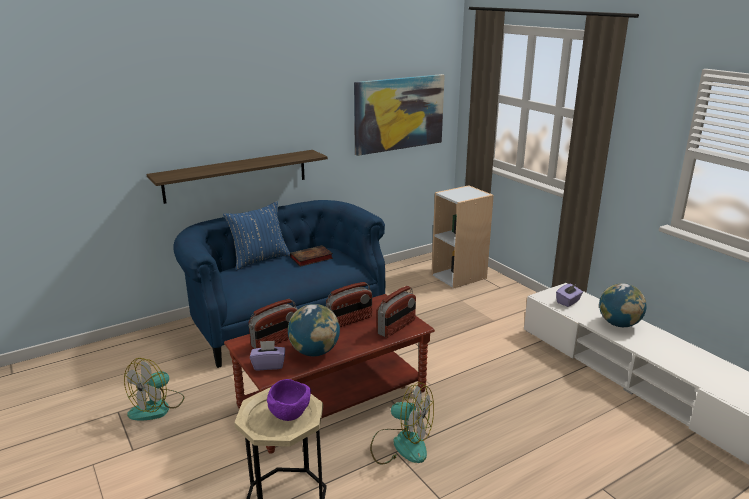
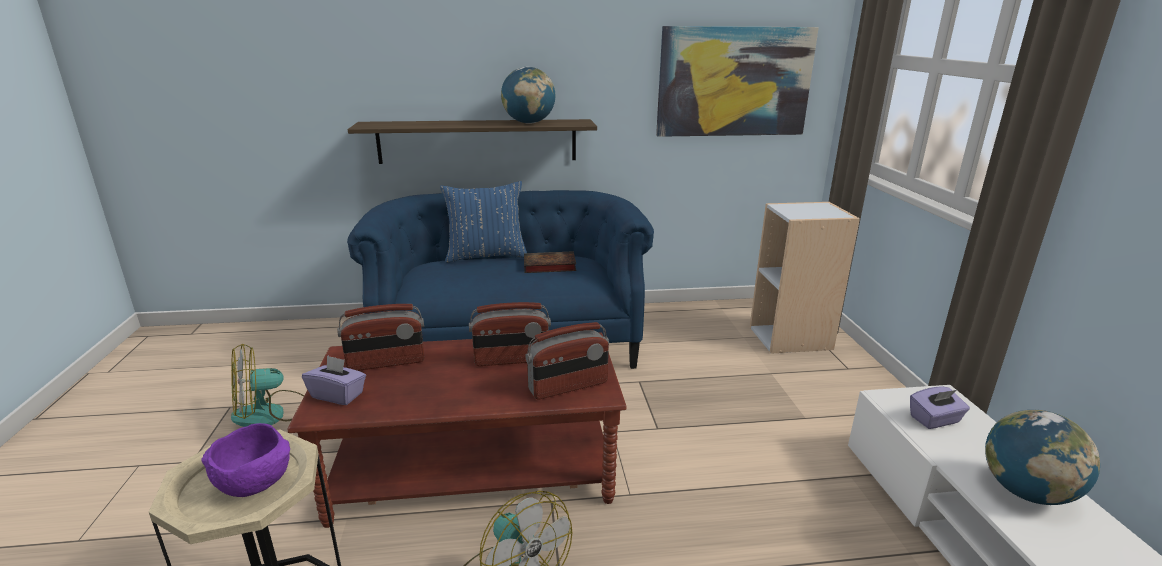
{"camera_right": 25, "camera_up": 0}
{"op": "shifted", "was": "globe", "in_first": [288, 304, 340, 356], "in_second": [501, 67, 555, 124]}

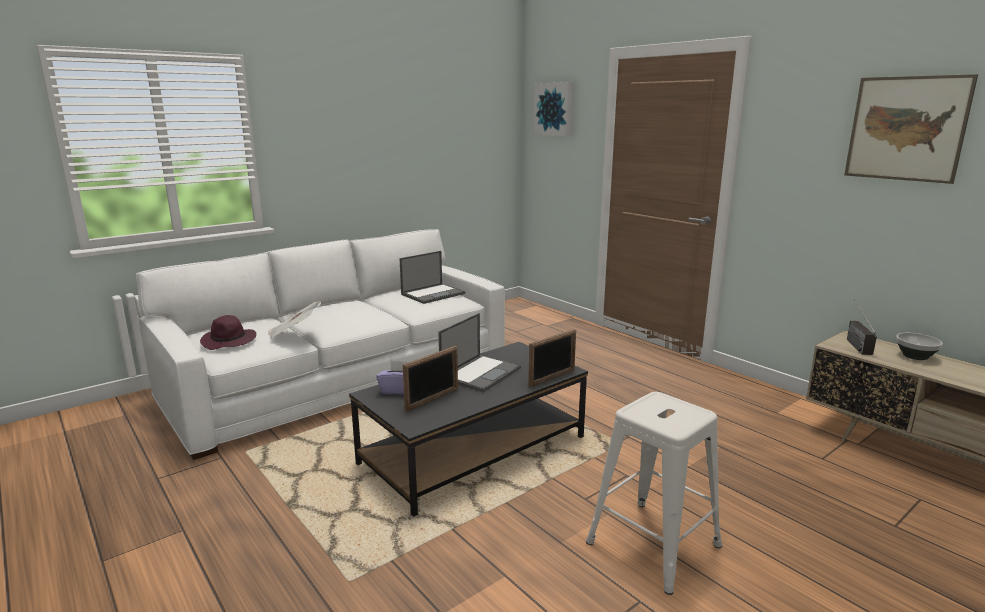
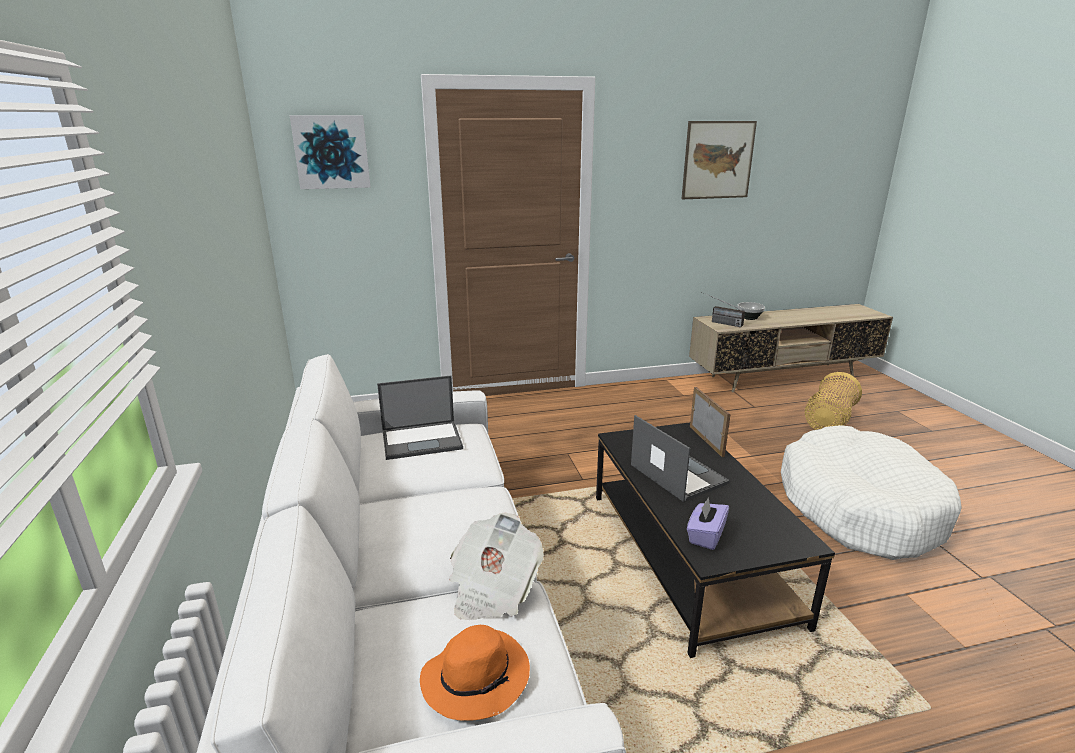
{"camera_right": -65, "camera_up": 5}
{"op": "repainted", "was": "hat/purple", "now": "hat/orange", "in_first": [200, 315, 256, 350], "in_second": [420, 625, 530, 721]}
{"op": "rotated", "was": "laptop", "in_first": [399, 251, 465, 304], "in_second": [377, 376, 463, 460], "clockwise": 90}
{"op": "gone", "was": "picture frame", "in_first": [403, 346, 458, 412]}
{"op": "swapped", "was": "stool/white", "now": "dog bed/white", "in_first": [586, 392, 722, 595], "in_second": [781, 425, 962, 560]}
{"op": "new", "now": "basket", "in_second": [805, 372, 862, 430]}

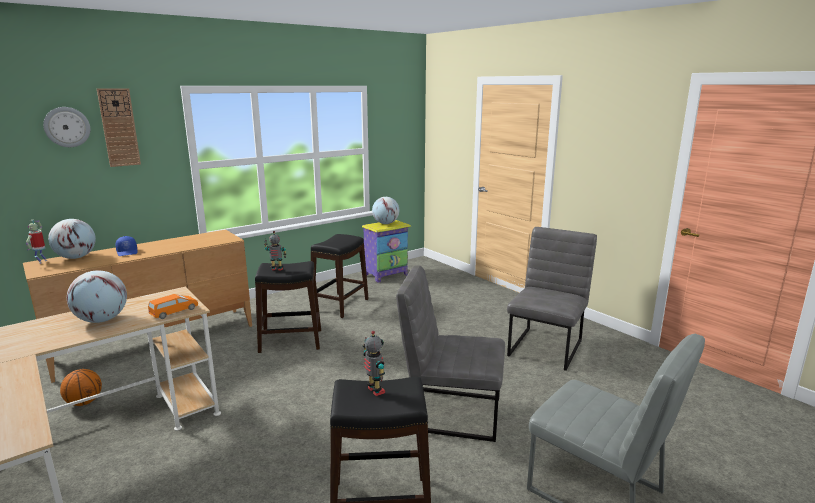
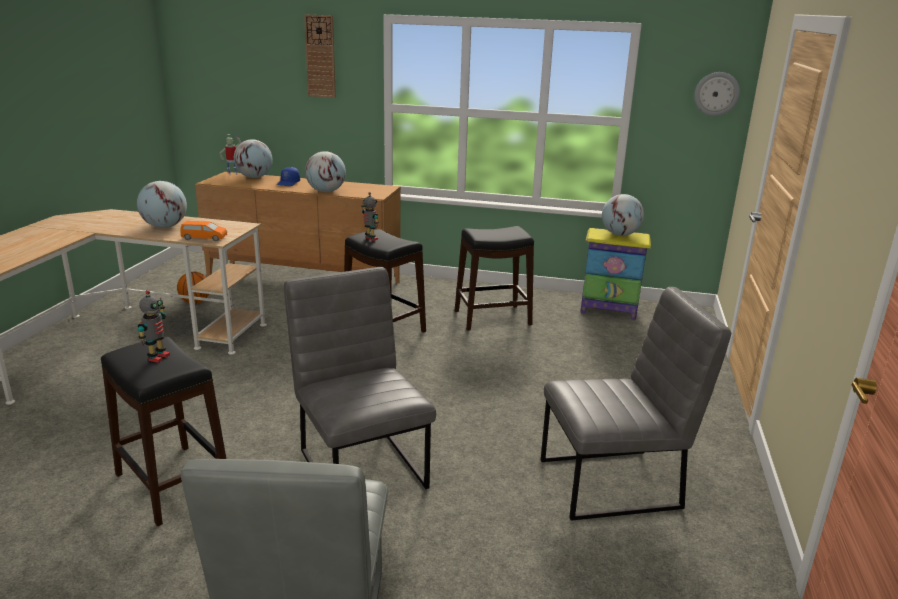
{"camera_right": 50, "camera_up": 5}
{"op": "shifted", "was": "wall clock", "in_first": [43, 107, 90, 147], "in_second": [694, 72, 740, 116]}
{"op": "new", "now": "globe", "in_second": [305, 151, 346, 192]}

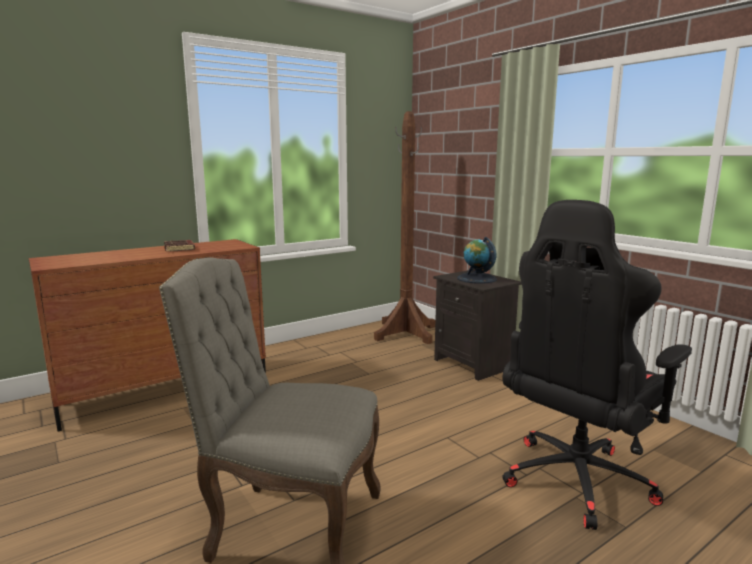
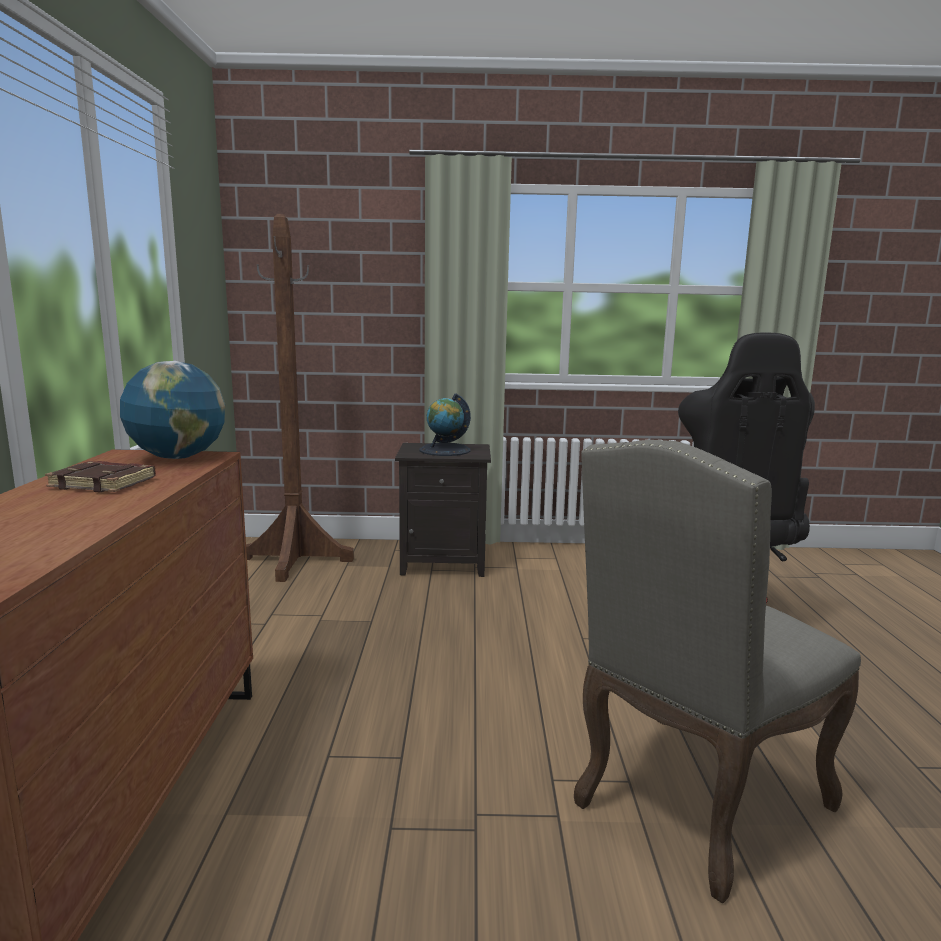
{"camera_right": -55, "camera_up": 0}
{"op": "new", "now": "globe", "in_second": [120, 361, 225, 459]}

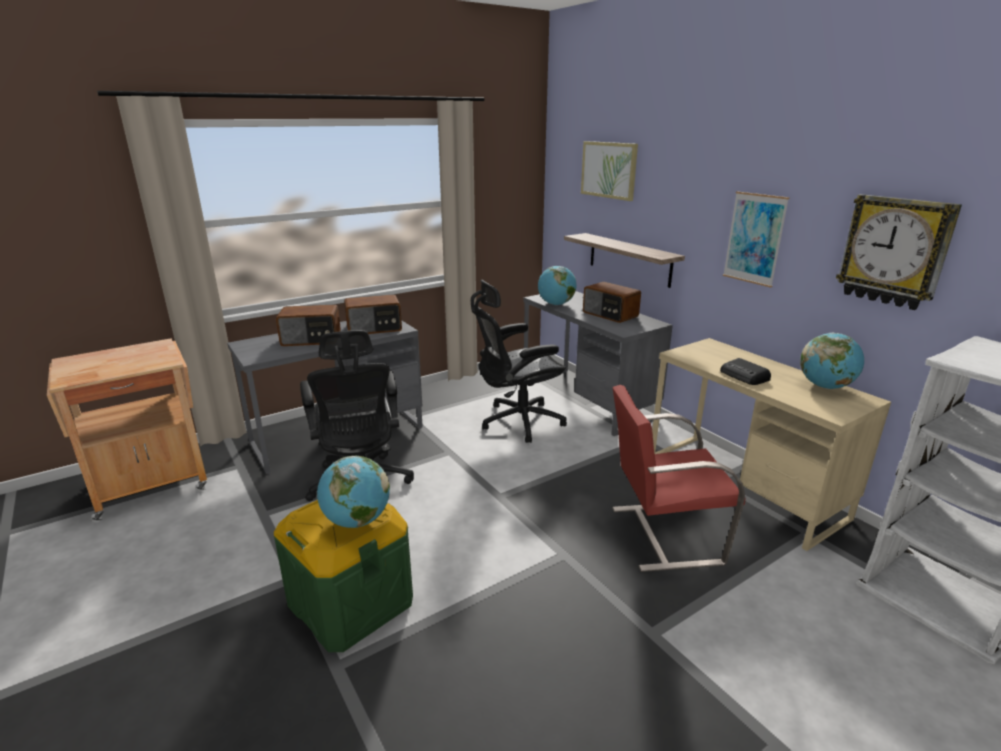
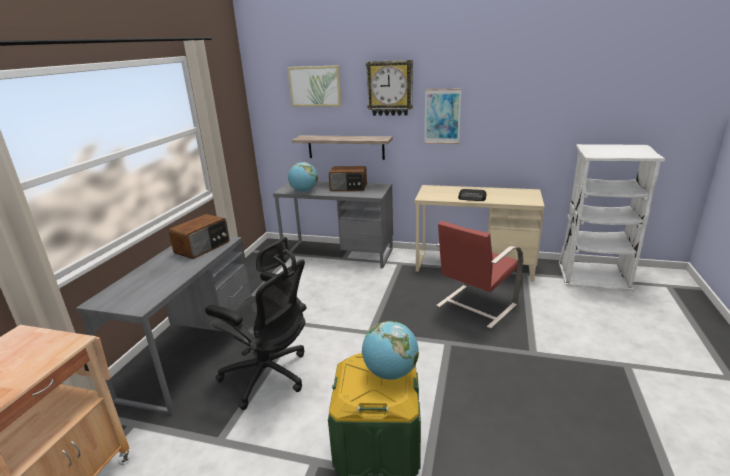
{"camera_right": -40, "camera_up": 0}
{"op": "gone", "was": "radio", "in_first": [276, 305, 341, 346]}
{"op": "gone", "was": "office chair", "in_first": [471, 280, 567, 443]}
{"op": "gone", "was": "globe", "in_first": [800, 333, 864, 389]}
{"op": "shifted", "was": "wall clock", "in_first": [836, 194, 962, 310], "in_second": [366, 60, 413, 116]}

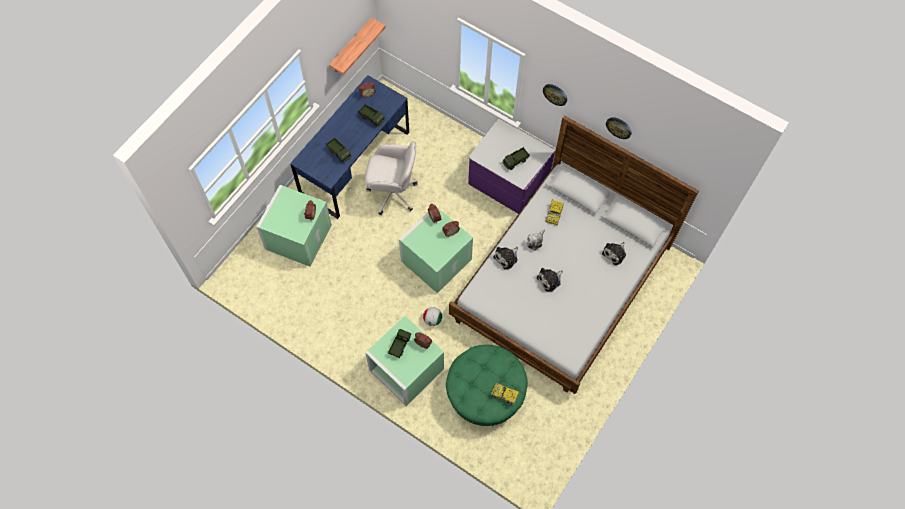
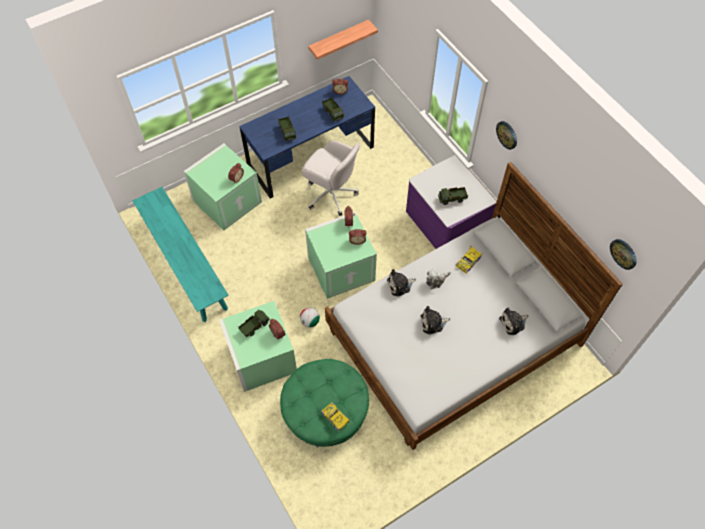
{"camera_right": 25, "camera_up": -5}
{"op": "shifted", "was": "wall clock", "in_first": [606, 117, 632, 139], "in_second": [610, 239, 636, 270]}
{"op": "new", "now": "bench/turquoise", "in_second": [132, 187, 229, 322]}

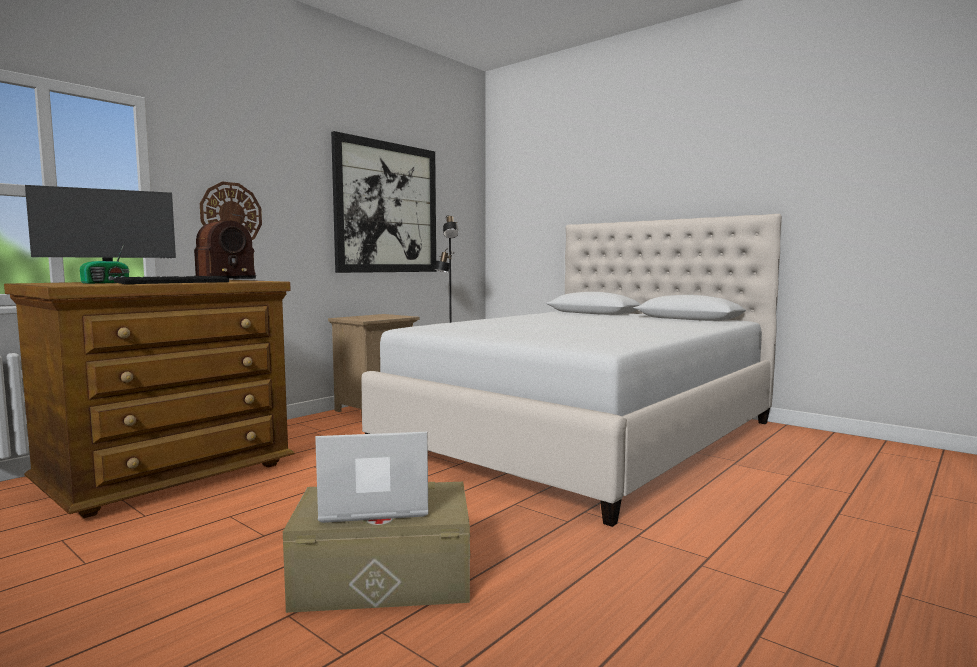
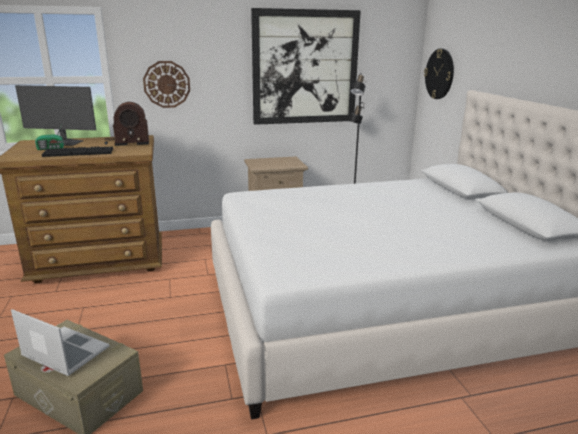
{"camera_right": 35, "camera_up": 15}
{"op": "new", "now": "wall clock", "in_second": [424, 49, 454, 99]}

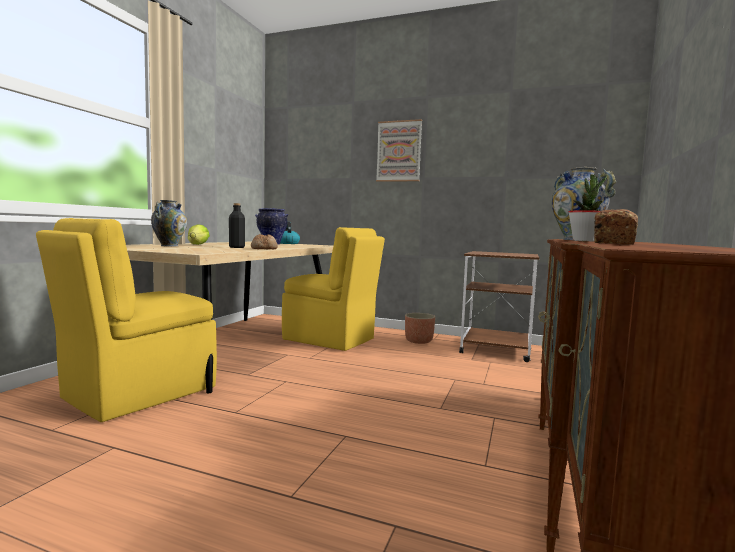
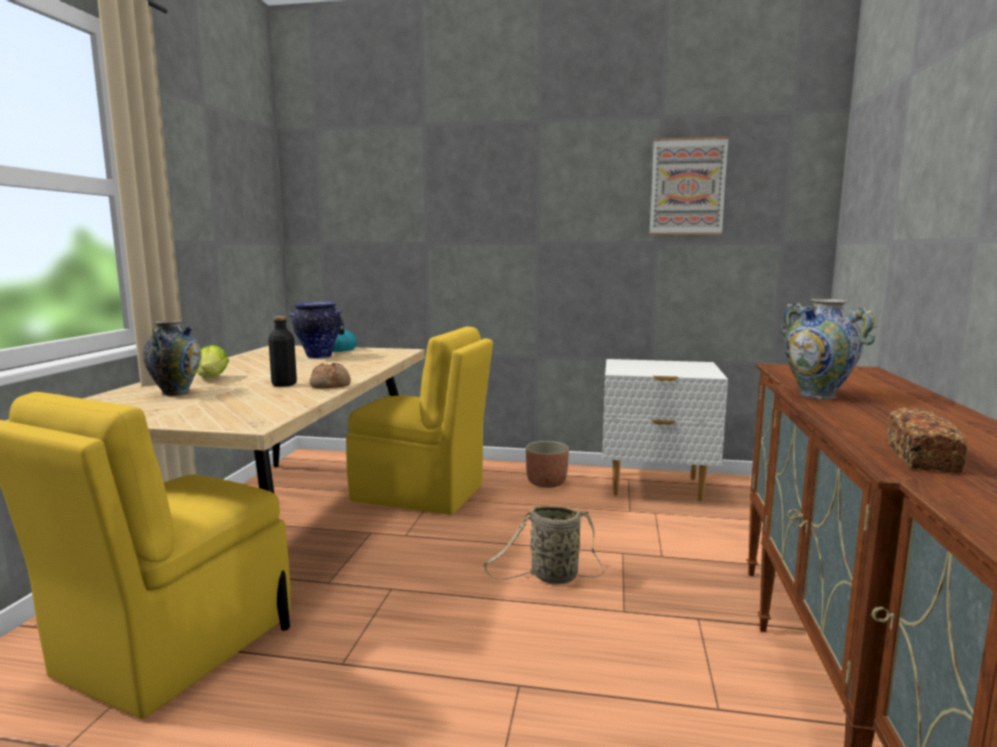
{"camera_right": -10, "camera_up": 5}
{"op": "shifted", "was": "picture", "in_first": [376, 119, 422, 182], "in_second": [650, 136, 729, 235]}
{"op": "swapped", "was": "cart/brown", "now": "nightstand/white", "in_first": [459, 251, 539, 362], "in_second": [602, 359, 728, 501]}
{"op": "gone", "was": "potted plant", "in_first": [569, 174, 607, 242]}
{"op": "new", "now": "basket", "in_second": [483, 506, 604, 584]}

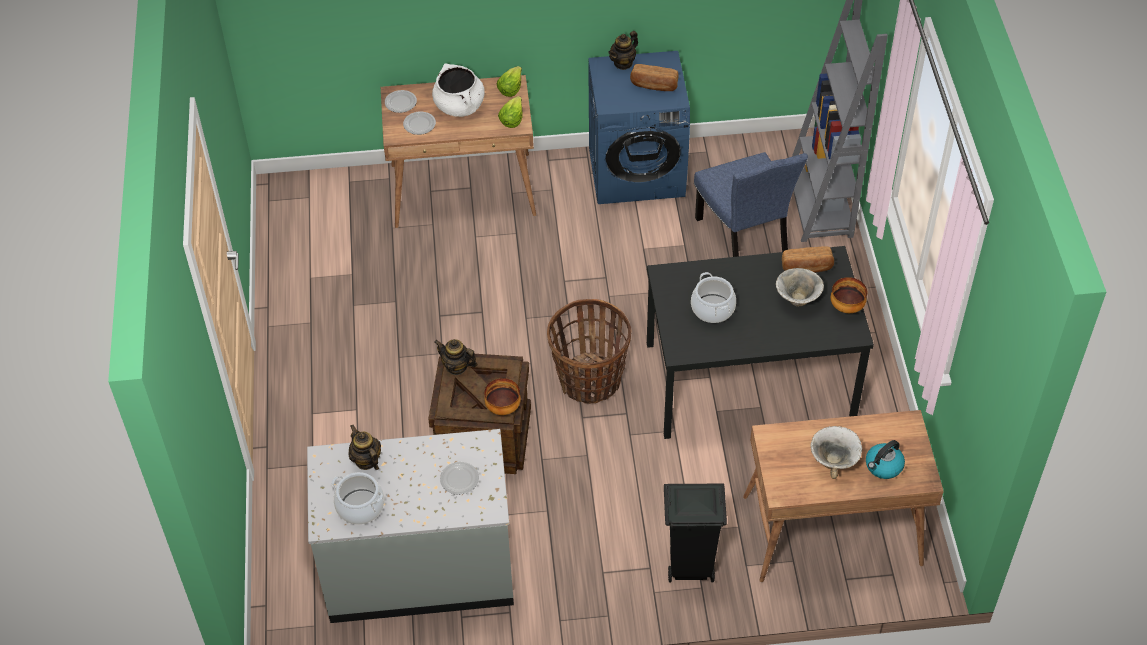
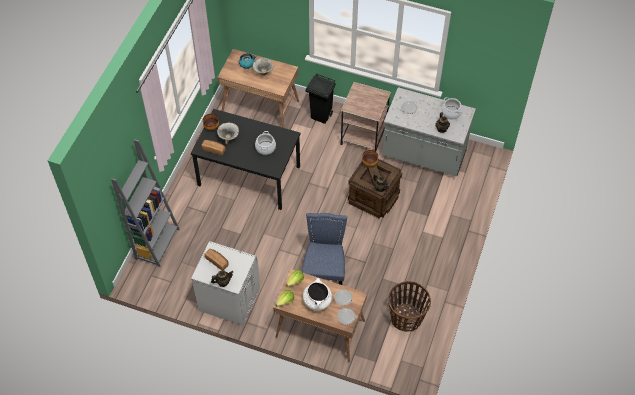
{"camera_right": -155, "camera_up": 5}
{"op": "shifted", "was": "basket", "in_first": [547, 299, 631, 404], "in_second": [388, 281, 431, 332]}
{"op": "repainted", "was": "washing machine/blue", "now": "washing machine/white", "in_first": [588, 51, 690, 204], "in_second": [191, 241, 260, 326]}
{"op": "shifted", "was": "chair/blue", "in_first": [694, 152, 808, 257], "in_second": [302, 213, 347, 285]}
{"op": "new", "now": "cart/brown", "in_second": [340, 82, 391, 151]}

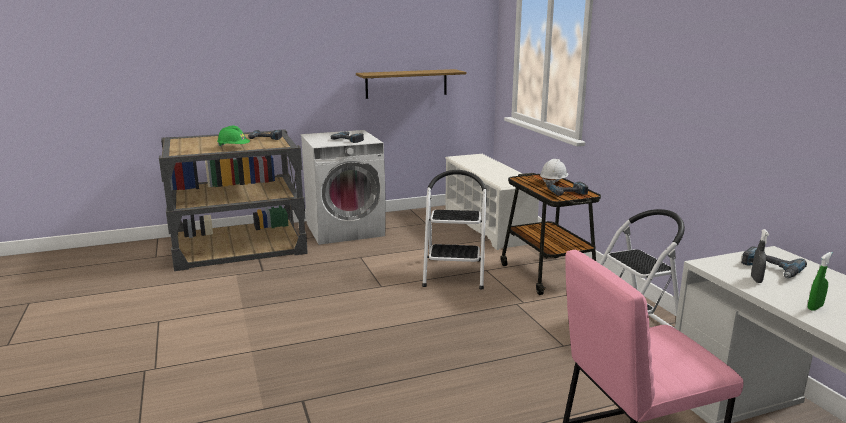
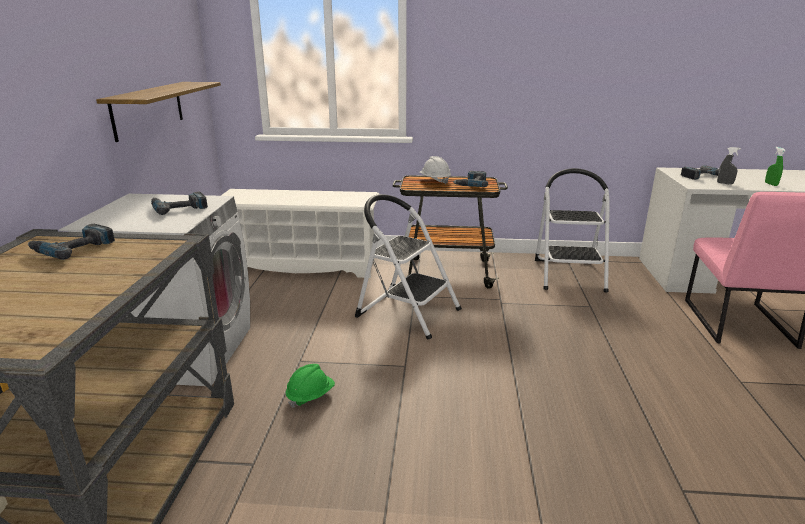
{"camera_right": -65, "camera_up": 5}
{"op": "shifted", "was": "hard hat/green", "in_first": [217, 126, 250, 147], "in_second": [286, 364, 335, 408]}

